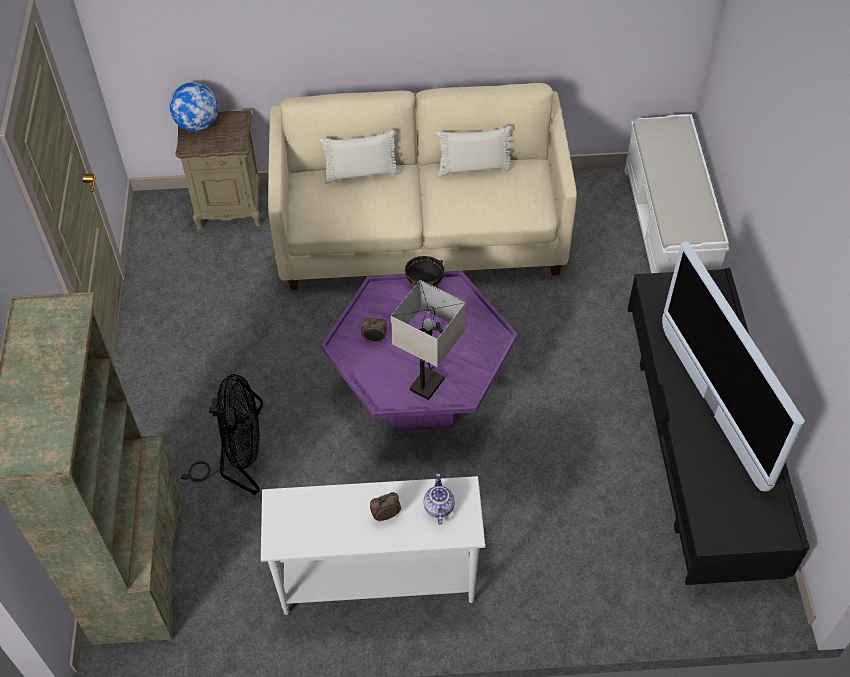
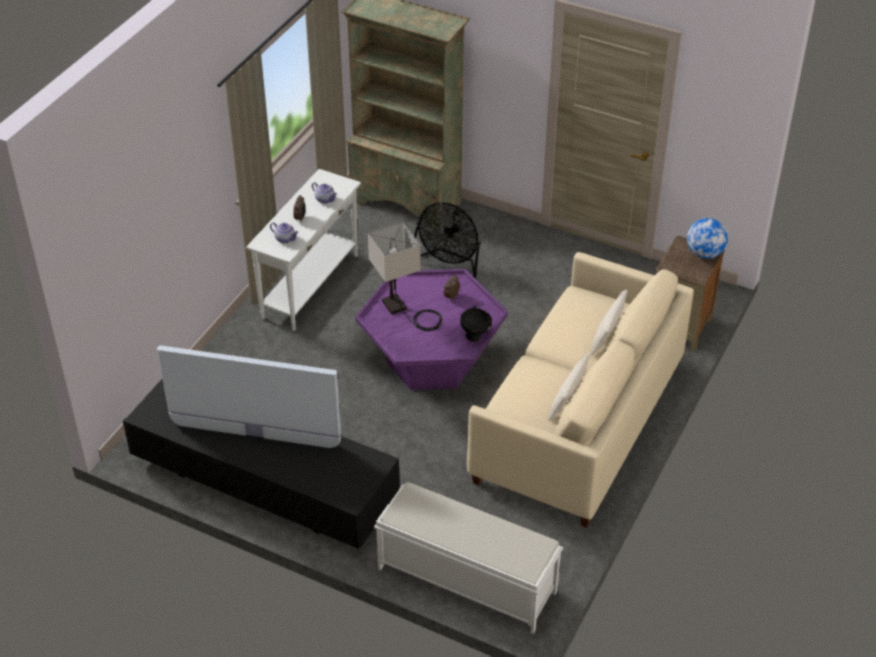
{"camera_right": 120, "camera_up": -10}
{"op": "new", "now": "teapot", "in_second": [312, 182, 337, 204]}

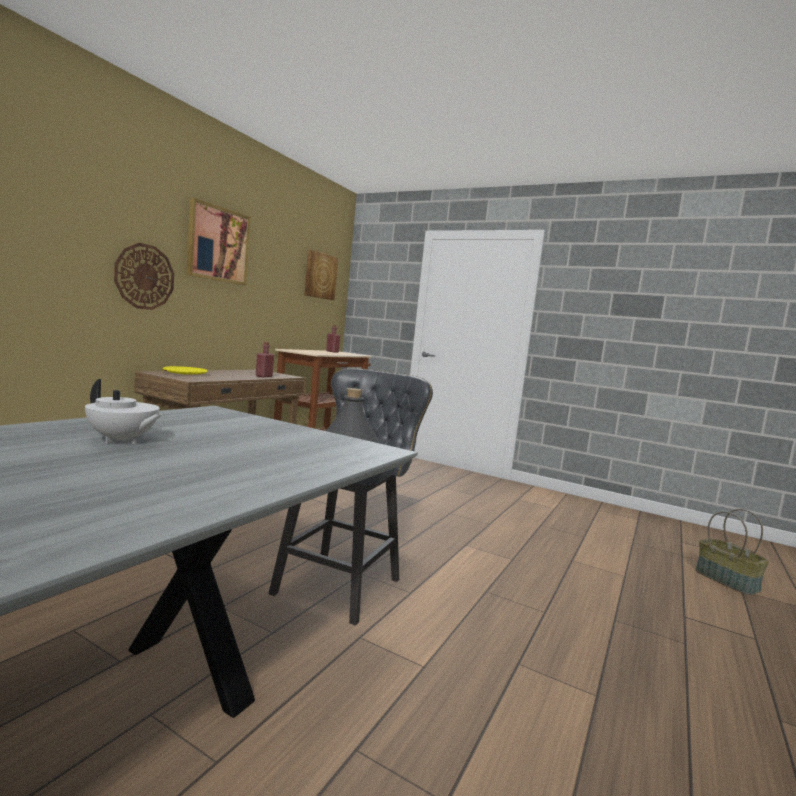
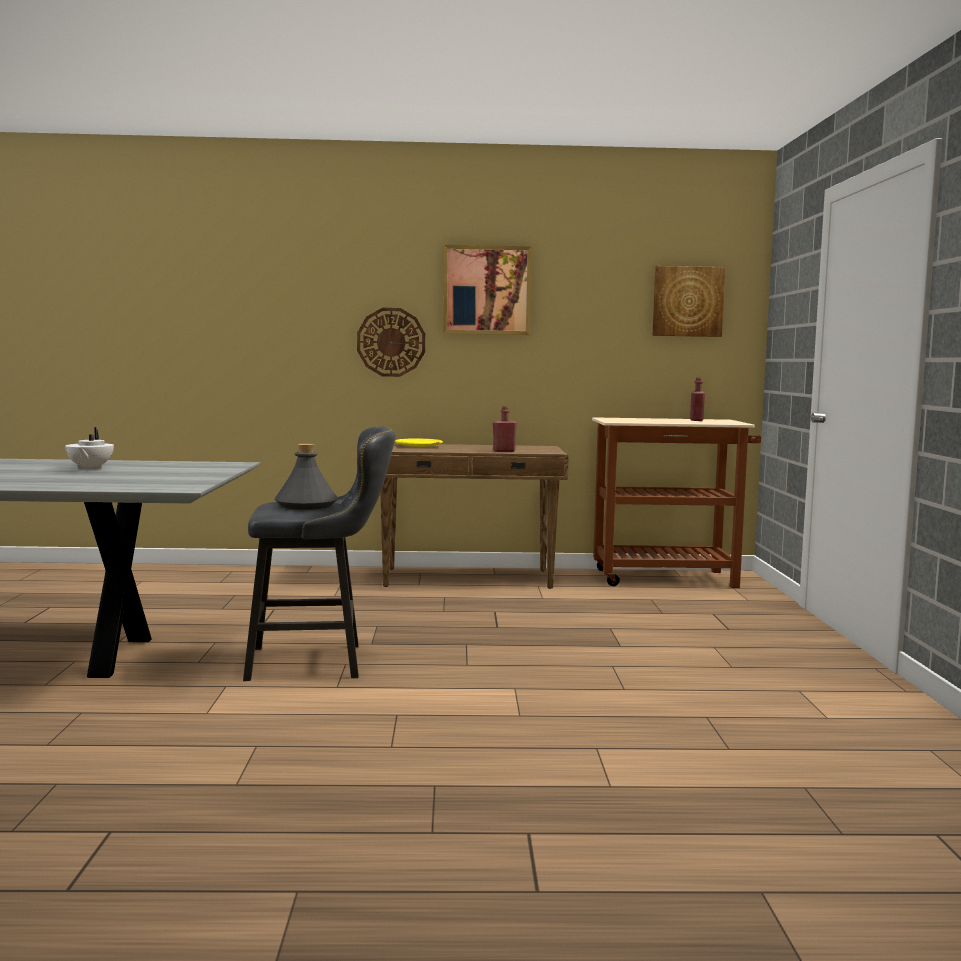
{"camera_right": 60, "camera_up": 0}
{"op": "gone", "was": "basket", "in_first": [696, 509, 769, 595]}

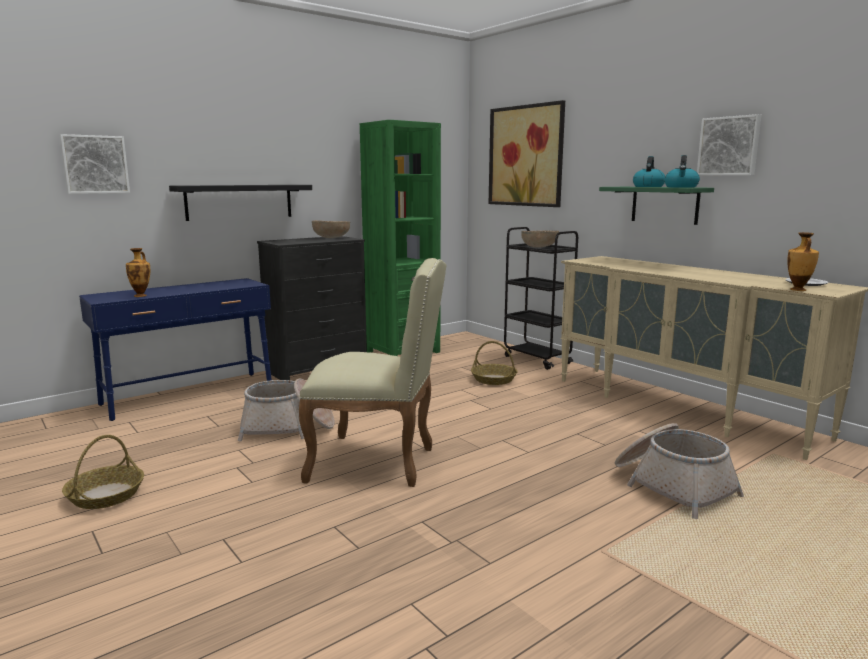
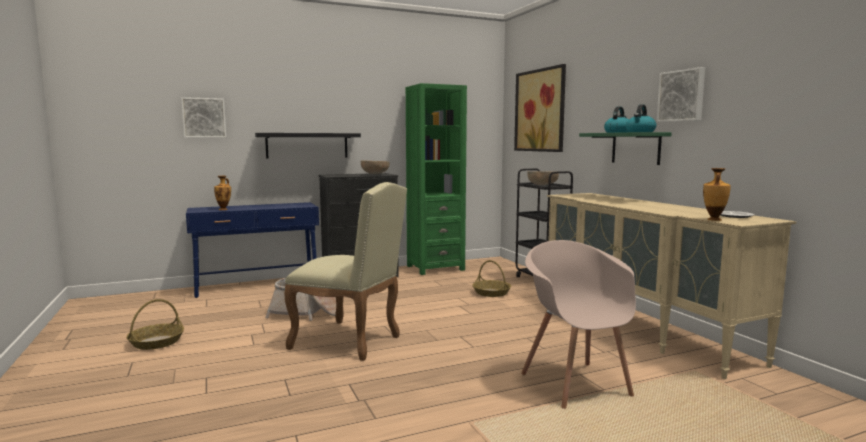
{"camera_right": 15, "camera_up": -5}
{"op": "swapped", "was": "basket", "now": "chair/beige", "in_first": [615, 423, 744, 519], "in_second": [521, 240, 636, 409]}

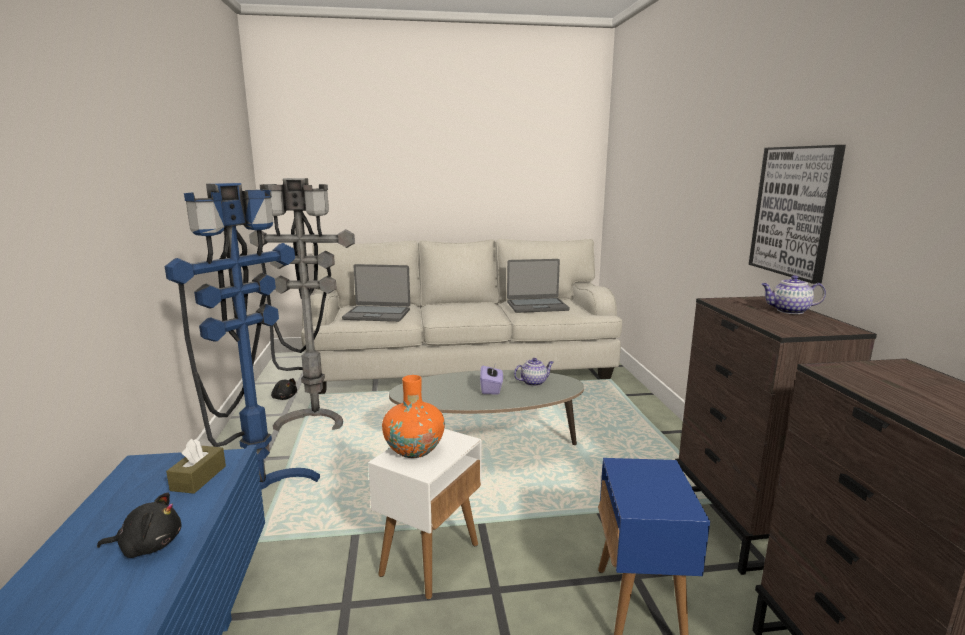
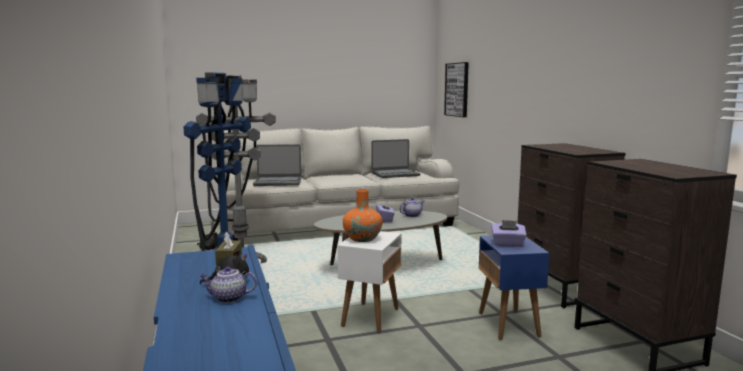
{"camera_right": -10, "camera_up": -5}
{"op": "shifted", "was": "picture", "in_first": [749, 145, 846, 284], "in_second": [444, 62, 469, 117]}
{"op": "shifted", "was": "teapot", "in_first": [761, 275, 826, 314], "in_second": [200, 266, 257, 303]}
{"op": "new", "now": "tissue box/purple", "in_second": [491, 220, 527, 247]}

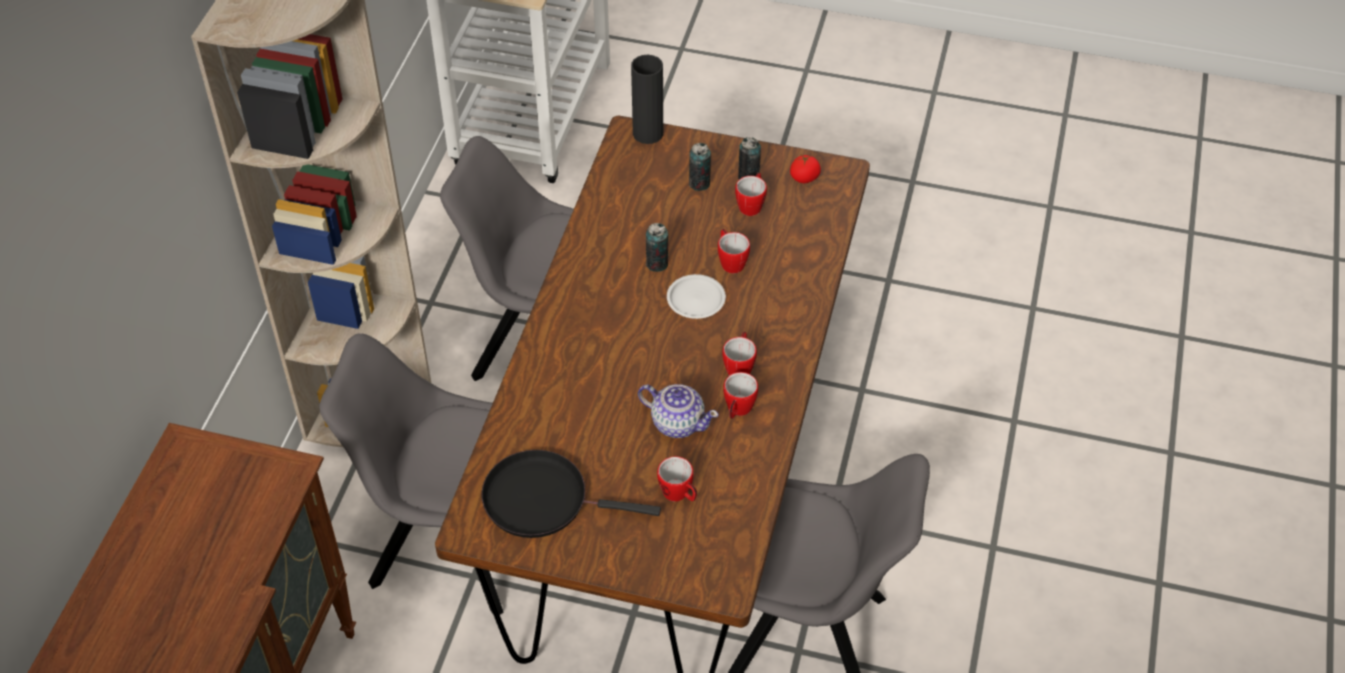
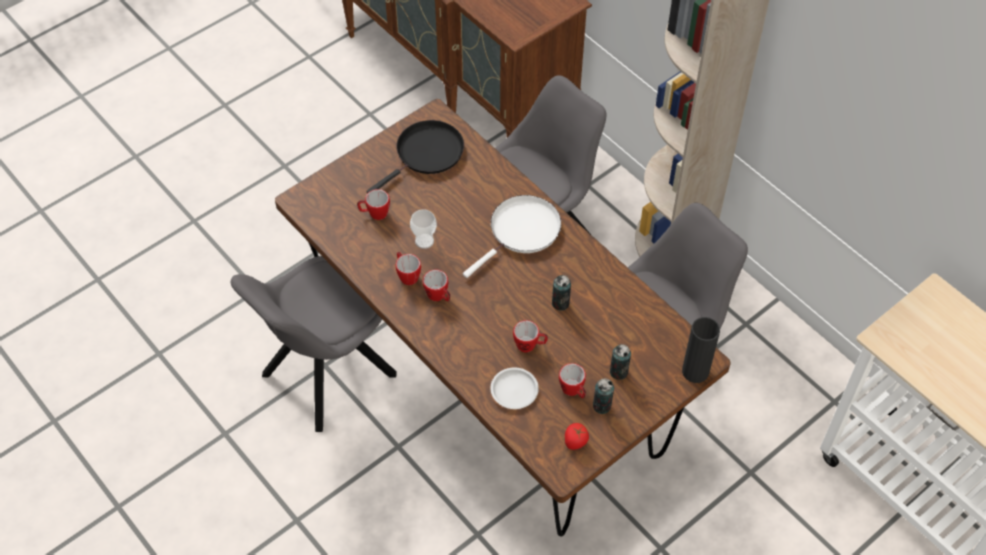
{"camera_right": 125, "camera_up": 5}
{"op": "swapped", "was": "teapot", "now": "cup", "in_first": [638, 384, 719, 438], "in_second": [410, 210, 437, 249]}
{"op": "shifted", "was": "plate/white", "in_first": [667, 274, 726, 319], "in_second": [491, 368, 539, 409]}
{"op": "new", "now": "frying pan/white", "in_second": [463, 195, 561, 278]}

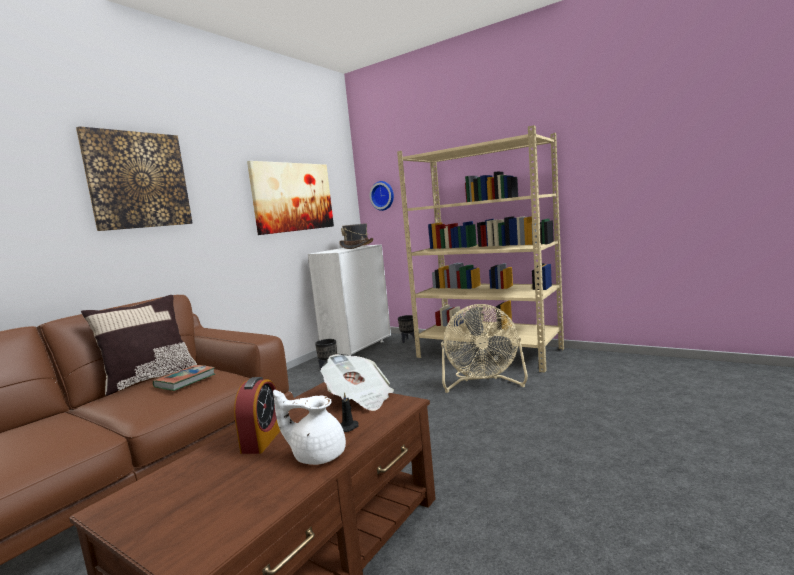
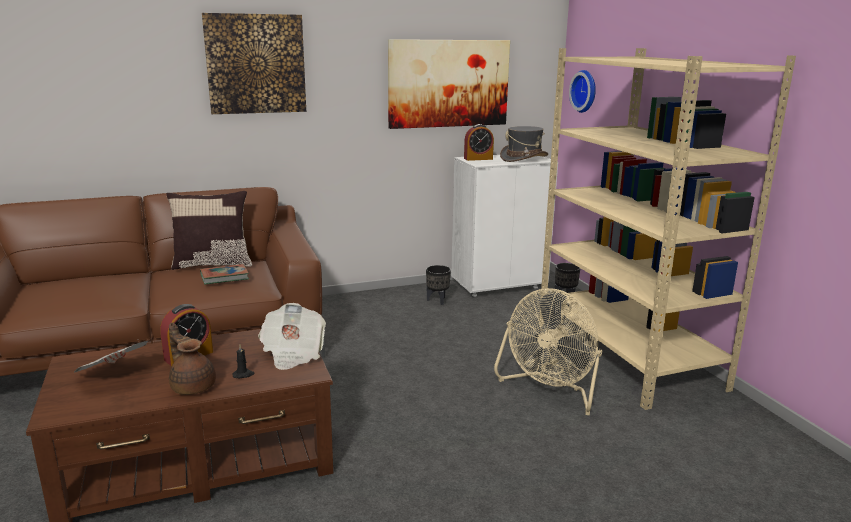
{"camera_right": 35, "camera_up": 10}
{"op": "repainted", "was": "teapot/white", "now": "teapot/brown", "in_first": [273, 390, 346, 465], "in_second": [169, 323, 216, 395]}
{"op": "new", "now": "newspaper", "in_second": [74, 341, 148, 373]}
{"op": "new", "now": "alarm clock", "in_second": [464, 124, 494, 161]}

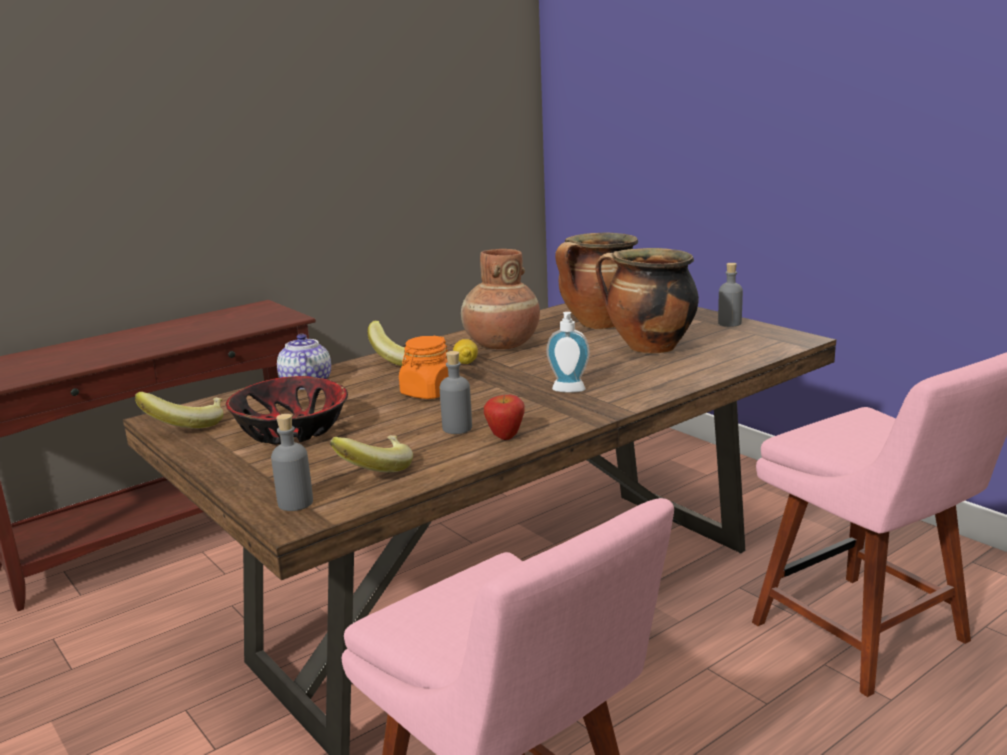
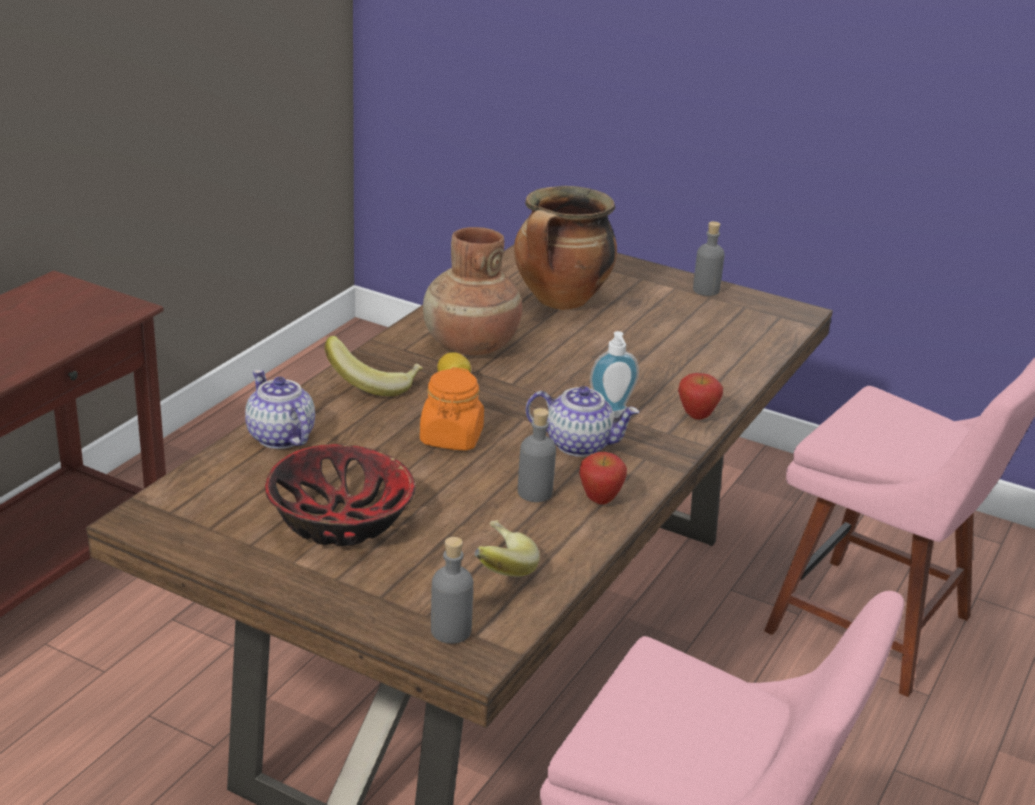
{"camera_right": -25, "camera_up": 10}
{"op": "gone", "was": "banana", "in_first": [135, 392, 224, 429]}
{"op": "gone", "was": "cooking pot", "in_first": [596, 248, 699, 354]}
{"op": "new", "now": "teapot", "in_second": [526, 386, 639, 457]}
{"op": "new", "now": "apple", "in_second": [678, 373, 723, 420]}

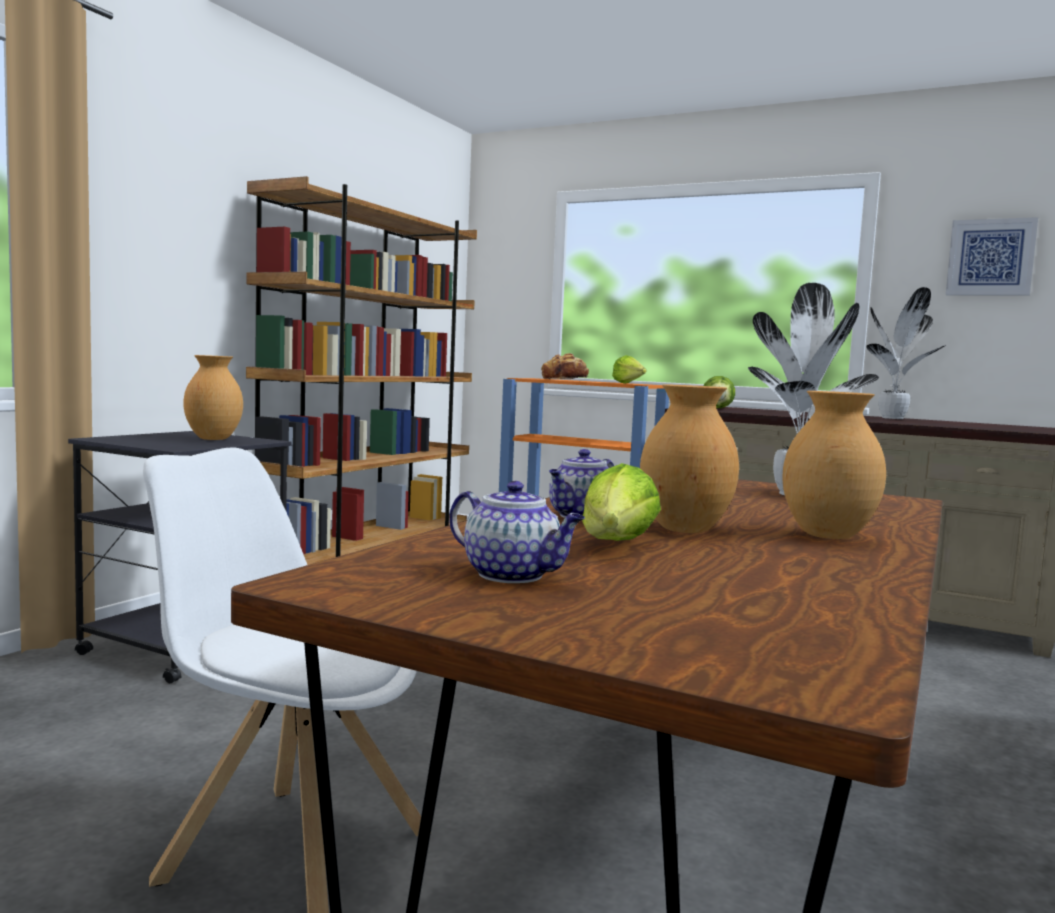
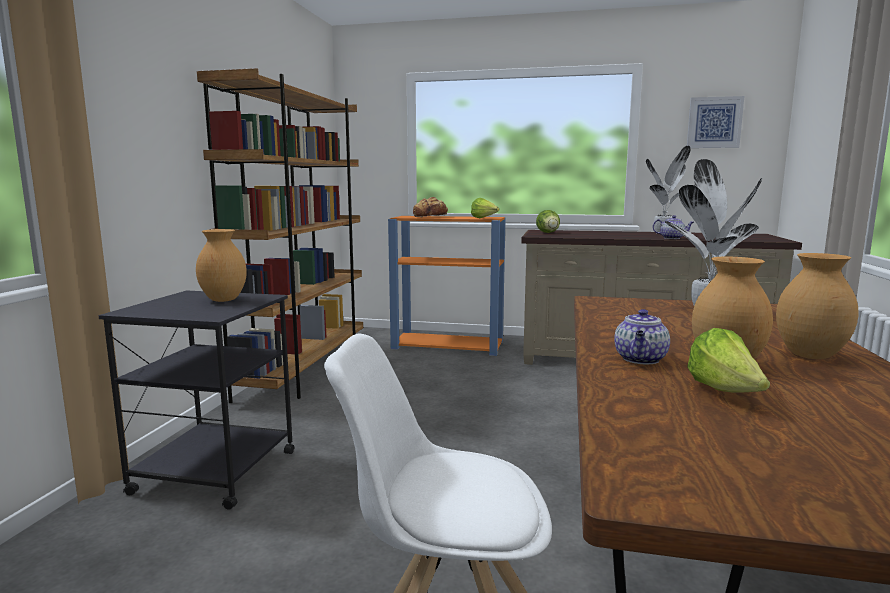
{"camera_right": -15, "camera_up": 5}
{"op": "shifted", "was": "teapot", "in_first": [449, 481, 585, 583], "in_second": [653, 215, 694, 239]}

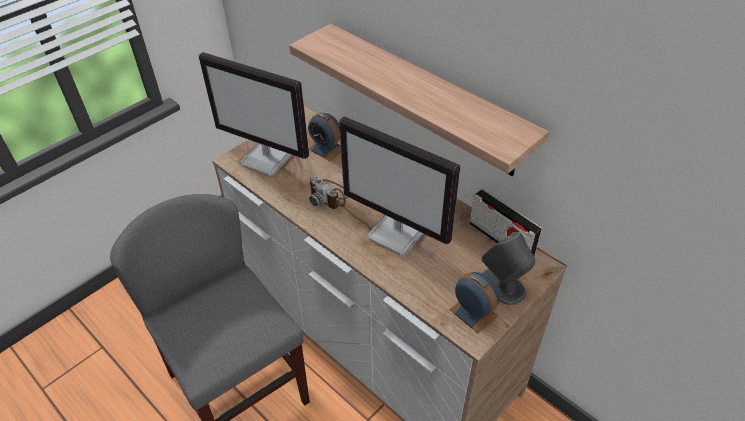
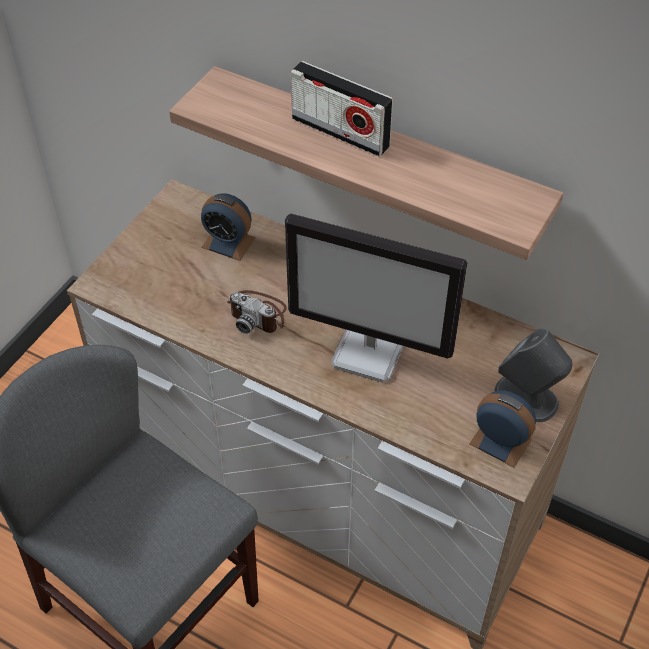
{"camera_right": -15, "camera_up": 5}
{"op": "gone", "was": "monitor", "in_first": [199, 52, 309, 176]}
{"op": "shifted", "was": "radio", "in_first": [470, 189, 542, 256], "in_second": [291, 61, 393, 157]}

